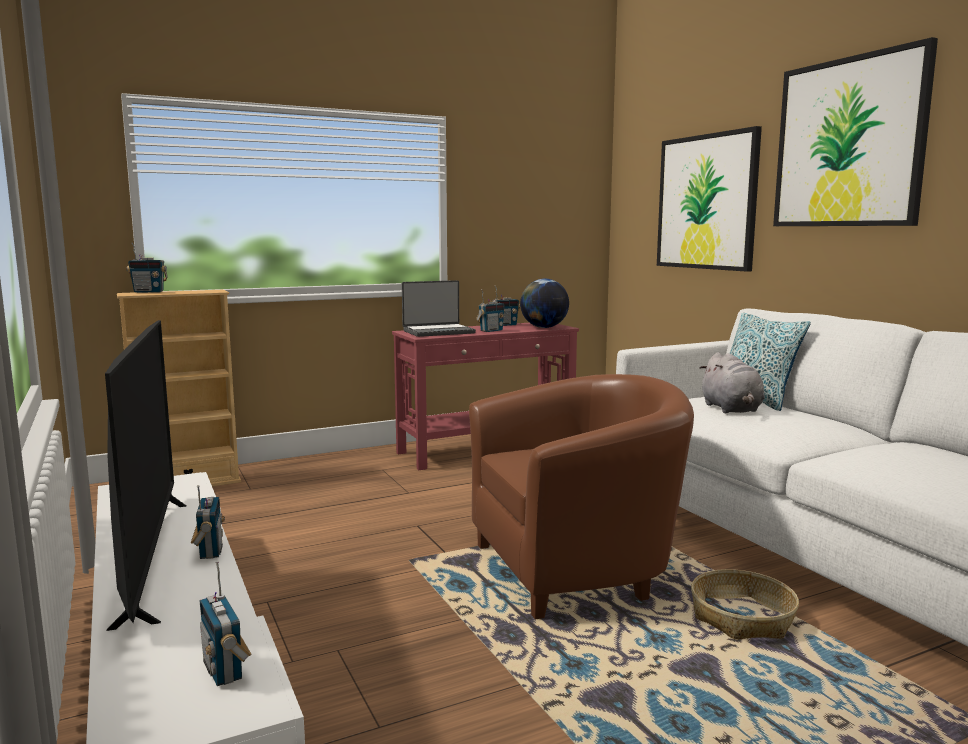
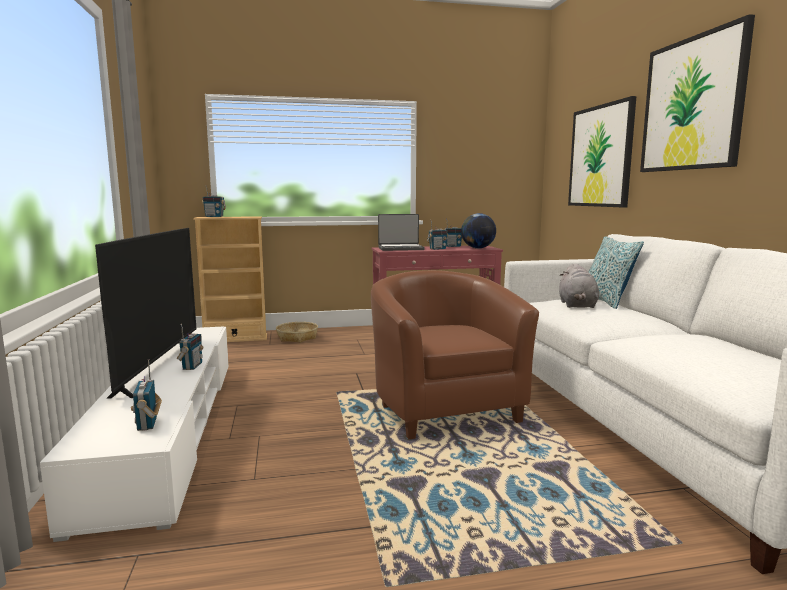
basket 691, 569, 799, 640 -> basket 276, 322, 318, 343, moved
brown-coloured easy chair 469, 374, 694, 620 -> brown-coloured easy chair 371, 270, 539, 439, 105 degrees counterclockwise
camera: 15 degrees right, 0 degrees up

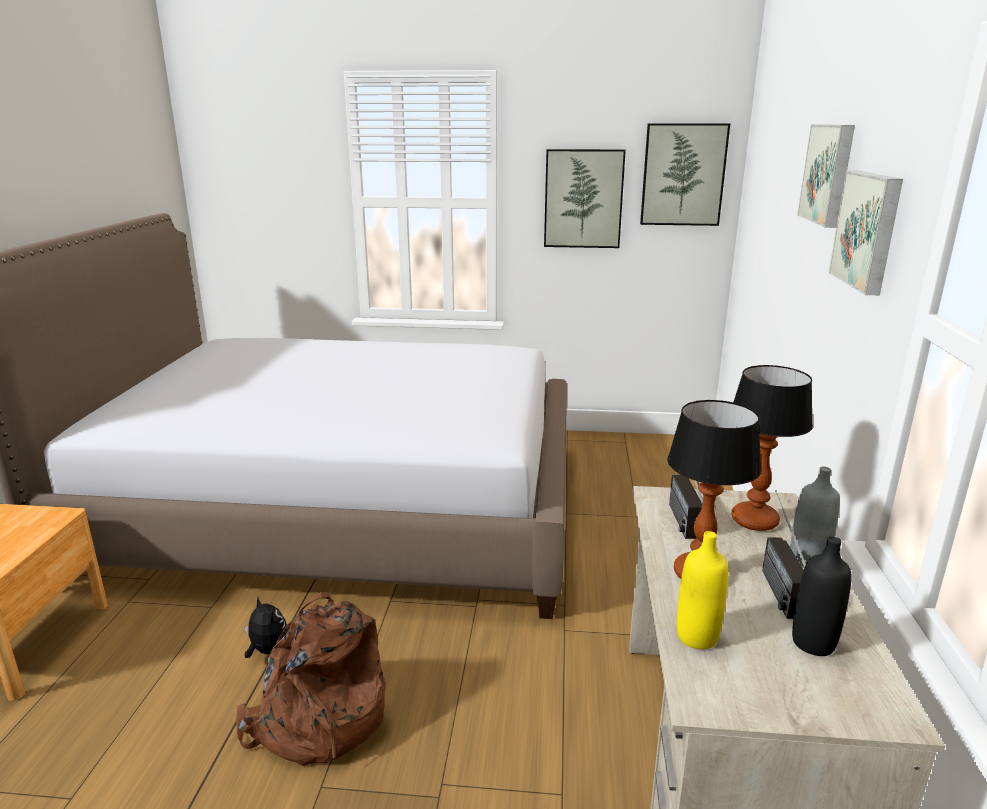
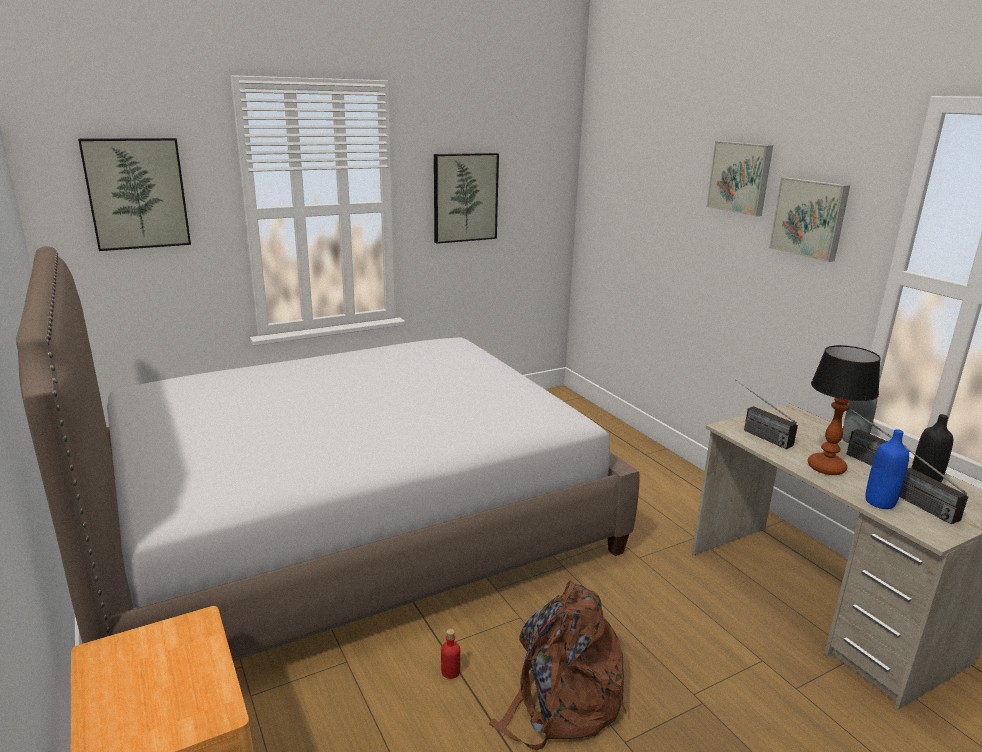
wall art 640, 123, 730, 226 -> wall art 78, 138, 191, 251, moved
soft toy 245, 596, 287, 658 -> reddish drink bottle 441, 629, 460, 679
yellow drink bottle 677, 531, 728, 649 -> blue drink bottle 865, 429, 909, 509
none -> radio receiver 888, 434, 968, 524
tabletop lamp 731, 365, 813, 531 -> none
camera: 35 degrees left, 0 degrees up

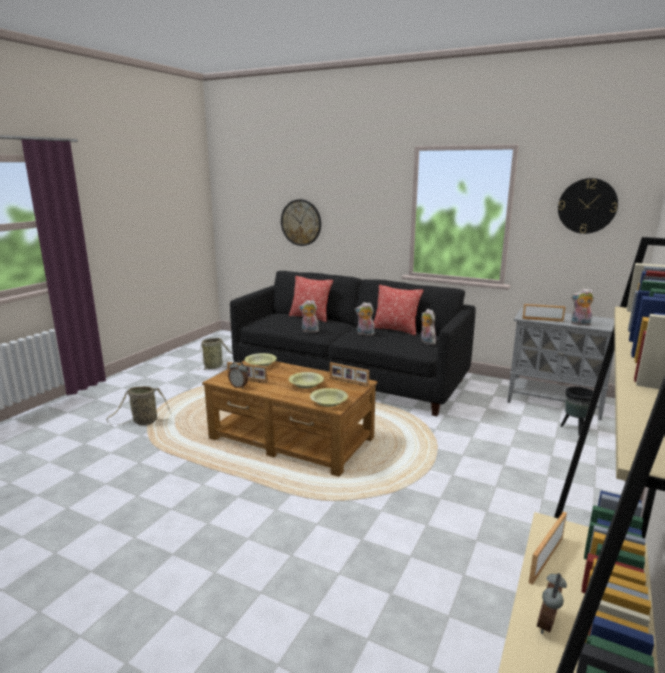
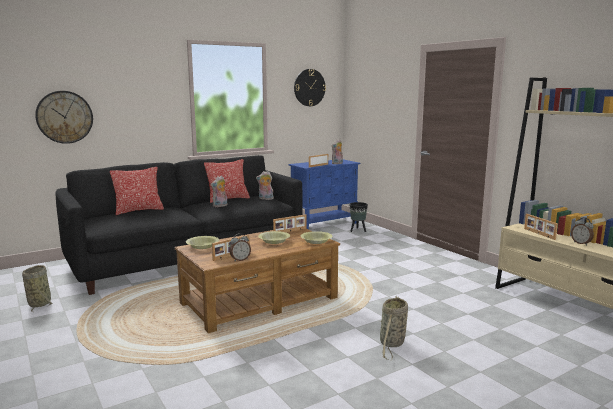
greyish storage cabinet 507, 308, 615, 421 -> blue storage cabinet 288, 159, 360, 230
basket 106, 386, 171, 425 -> basket 379, 296, 408, 360, moved
soft toy 299, 300, 319, 332 -> none
camera: 60 degrees left, 5 degrees down

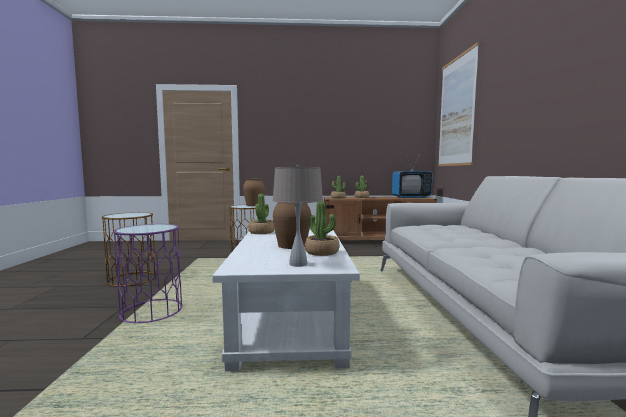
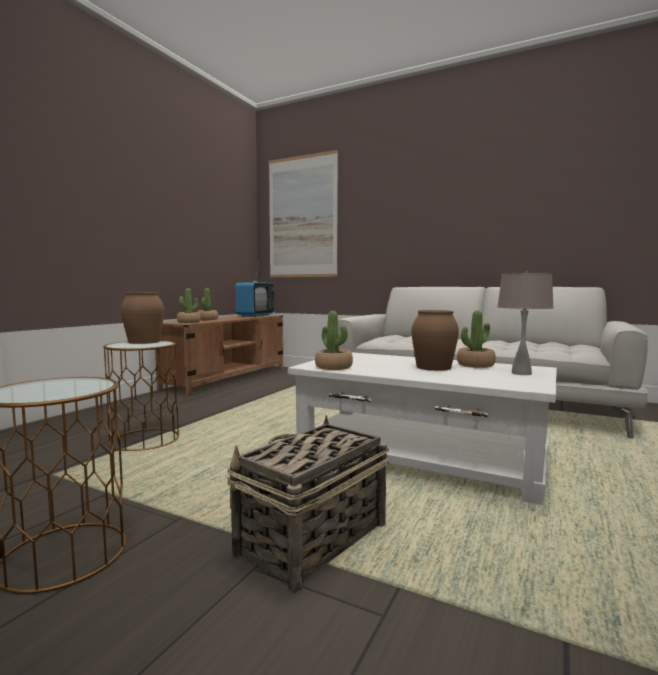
purple side table 113, 224, 182, 323 -> basket 227, 415, 389, 592
camera: 60 degrees left, 0 degrees up

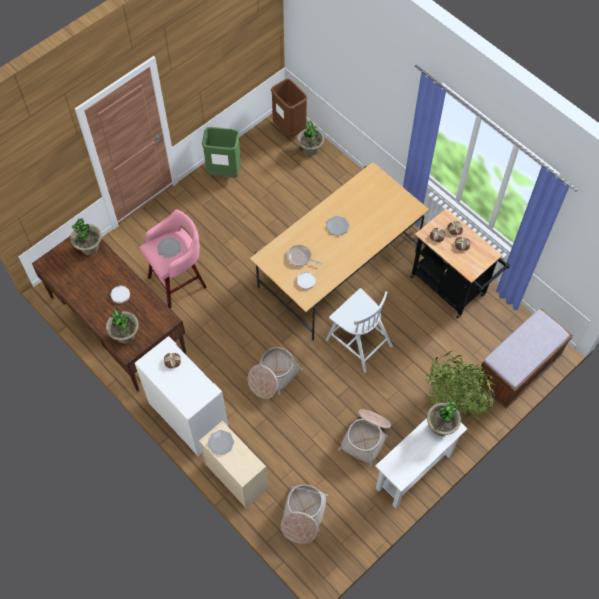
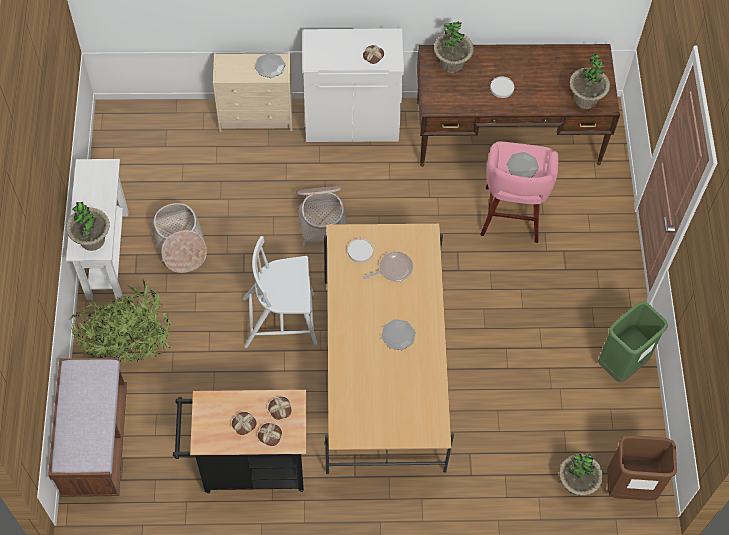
basket 281, 484, 328, 544 -> none
camera: 130 degrees right, 0 degrees up

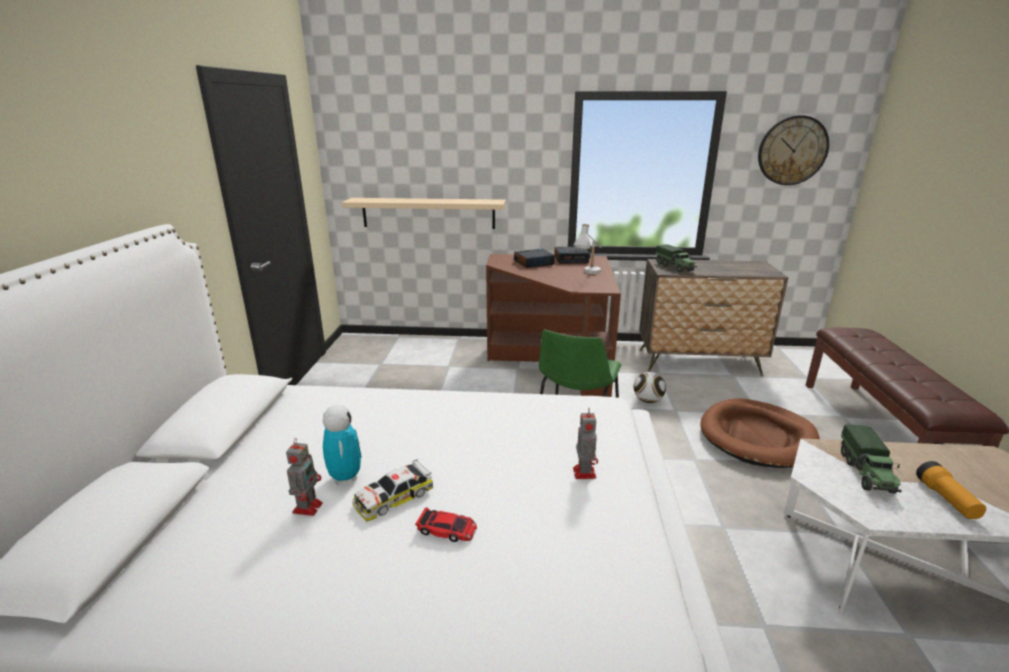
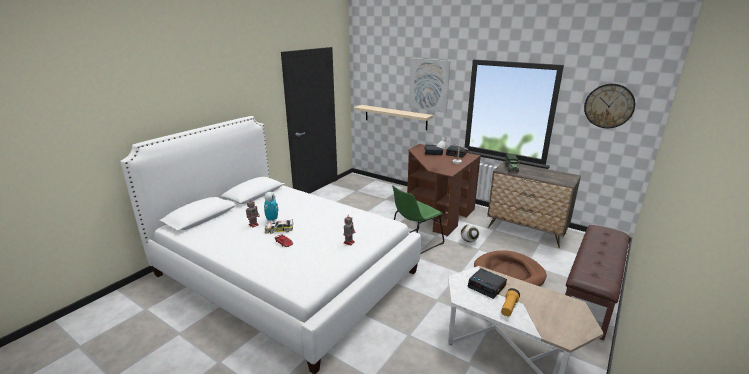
none -> wall art 409, 58, 450, 113
toy truck 841, 424, 902, 493 -> table clock 467, 268, 507, 299
camera: 30 degrees right, 0 degrees up

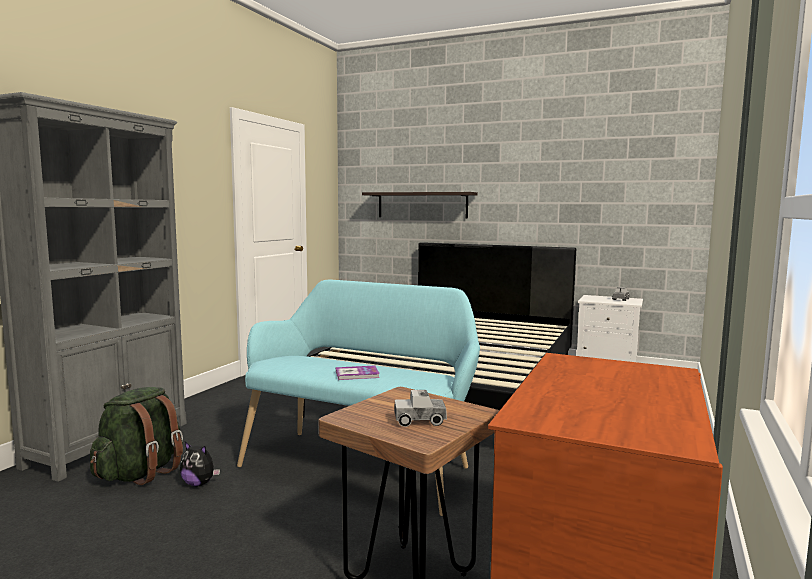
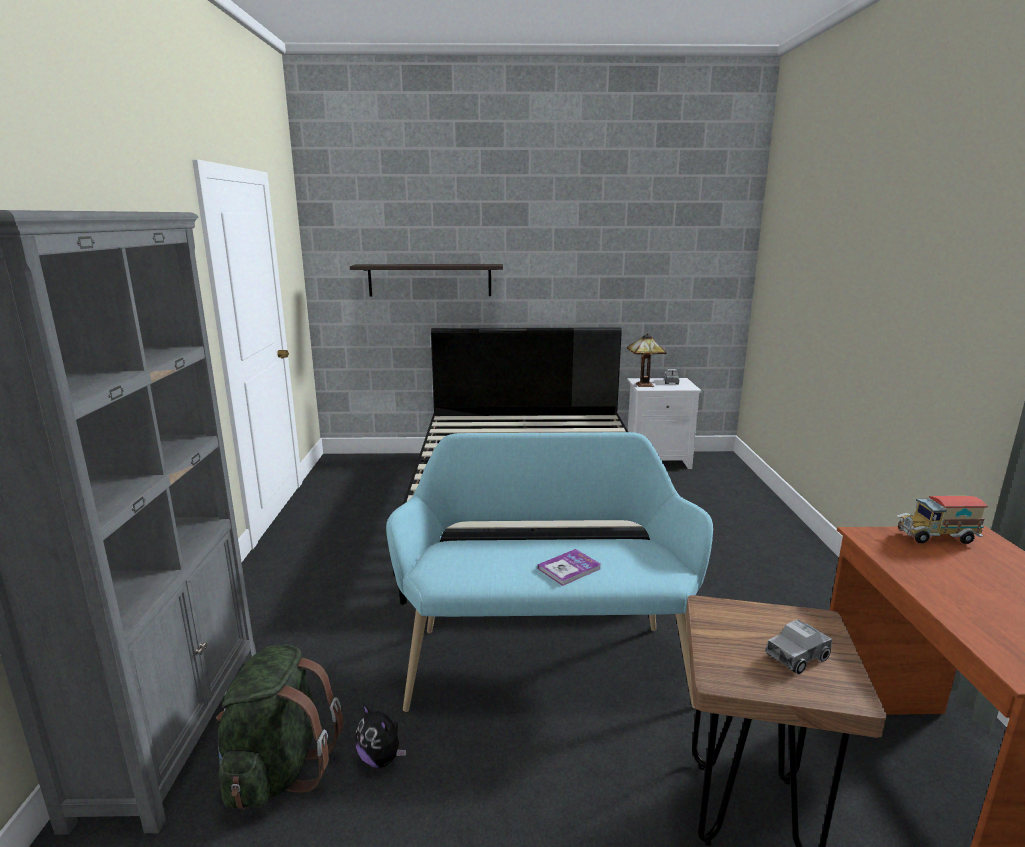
soft toy 180, 442, 220, 487 -> soft toy 355, 704, 406, 768, 45 degrees clockwise
none -> tabletop lamp 627, 333, 667, 387
none -> toy truck 897, 496, 988, 544
camera: 25 degrees left, 10 degrees up

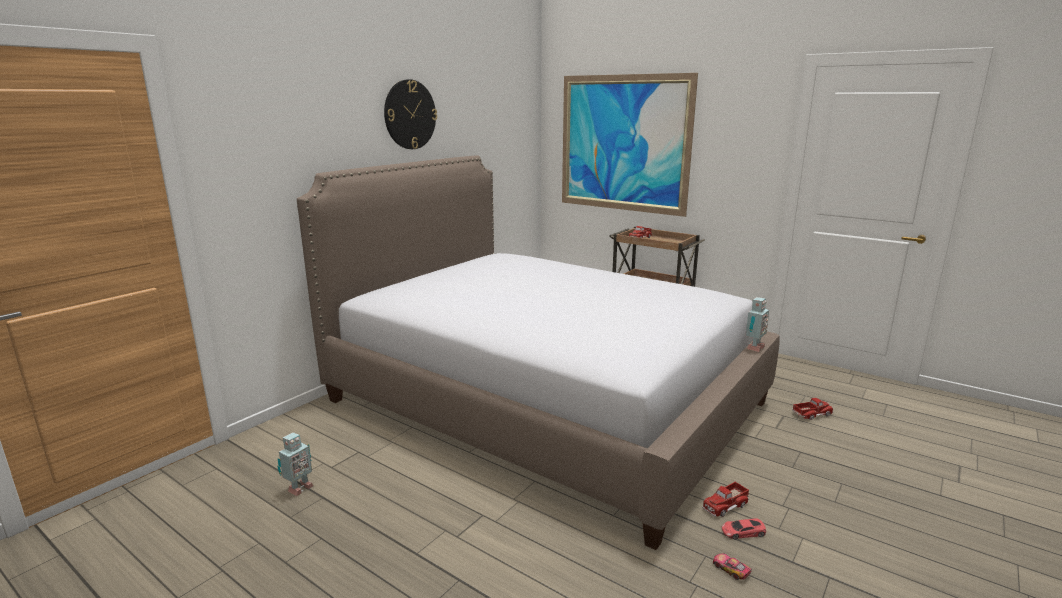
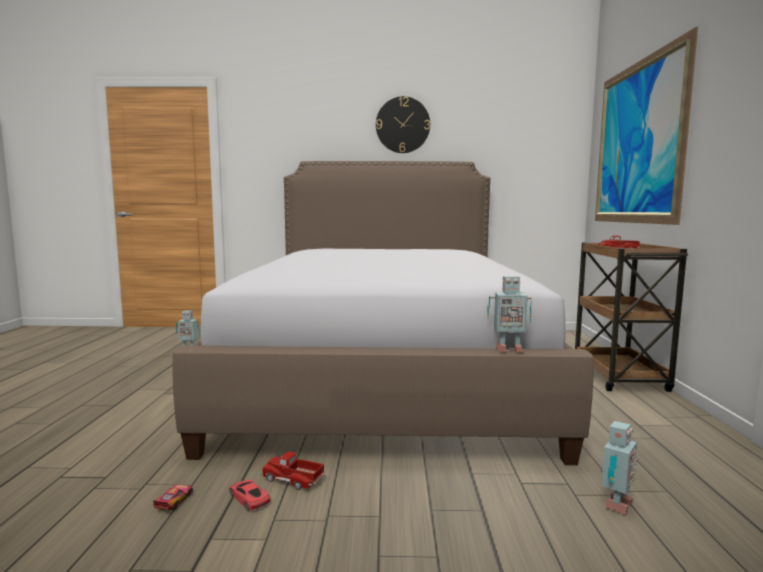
toy truck 792, 398, 833, 420 -> toy robot 601, 421, 637, 515
camera: 55 degrees right, 10 degrees down

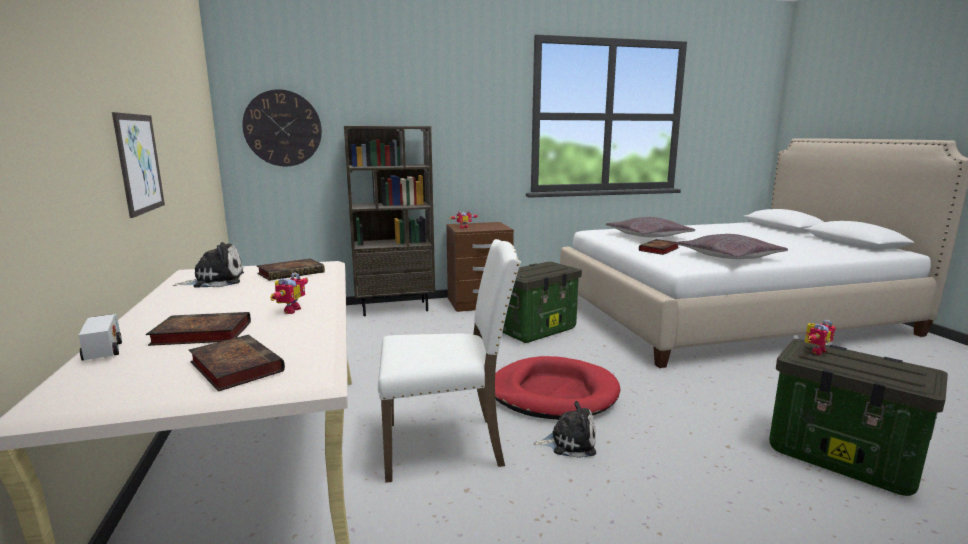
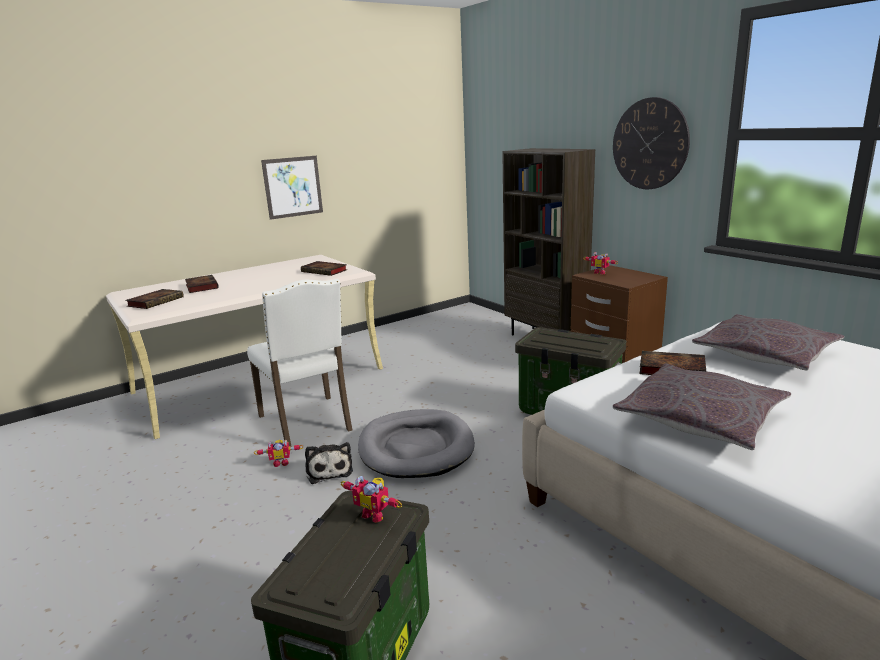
toy robot 270, 273, 308, 314 -> toy robot 254, 439, 303, 467, moved
reddish pet bed 495, 356, 621, 420 -> greyish pet bed 358, 409, 475, 478
hanging clock 242, 89, 322, 166 -> hanging clock 613, 97, 690, 189, moved
toy truck 79, 314, 122, 361 -> none
soft toy 173, 242, 244, 287 -> none
camera: 70 degrees right, 5 degrees up

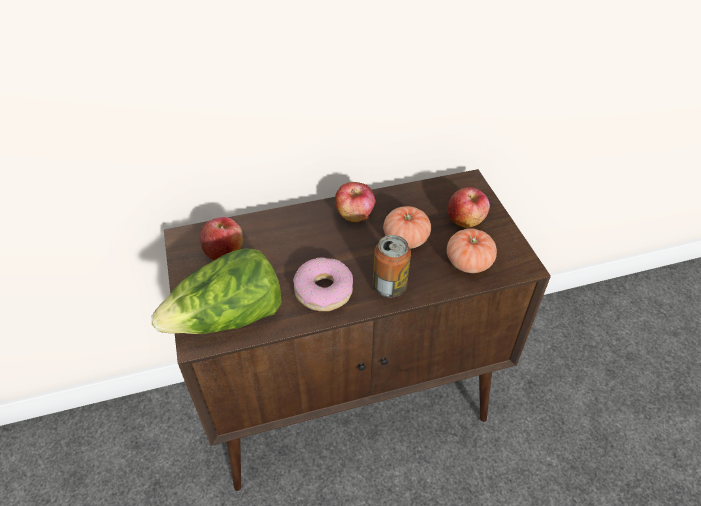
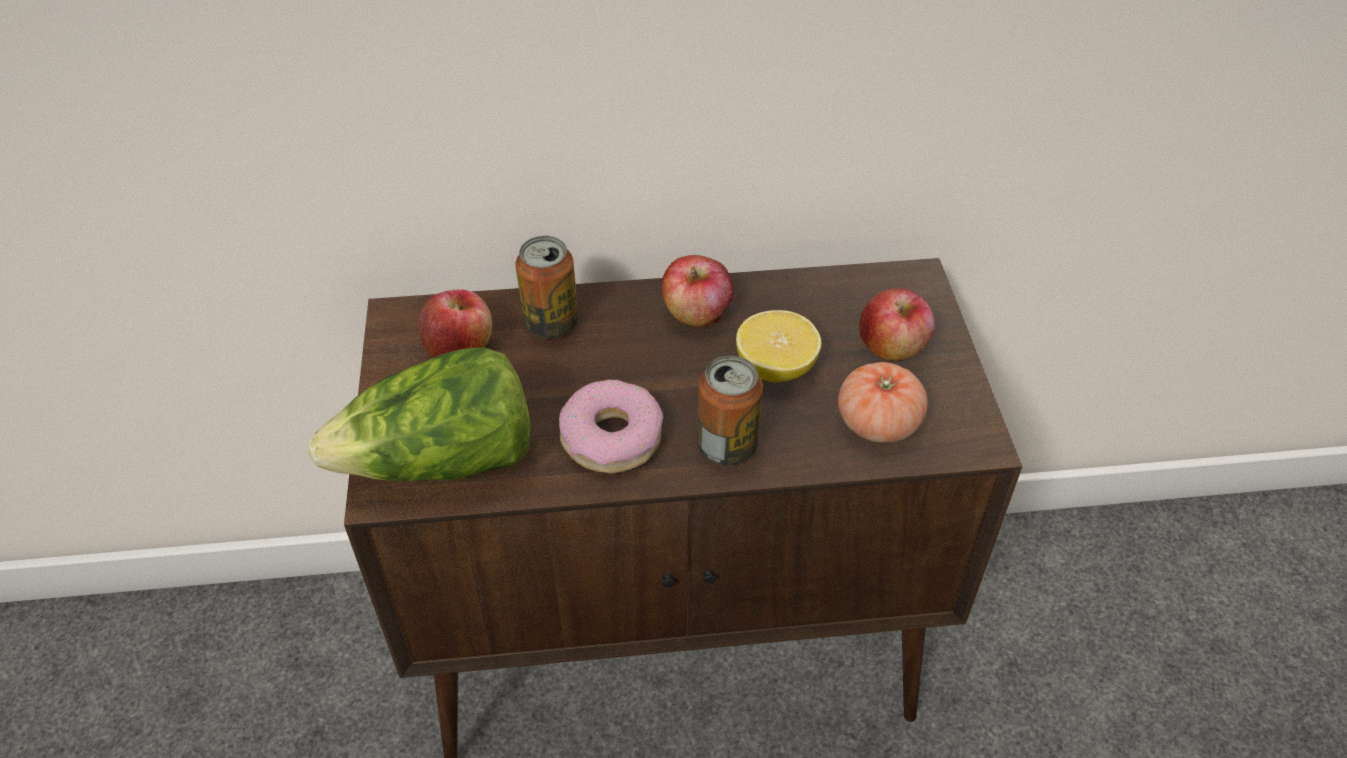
none -> metal can 515, 236, 579, 338
tomato 383, 206, 431, 249 -> lemon 736, 310, 821, 383
camera: 10 degrees right, 0 degrees up

